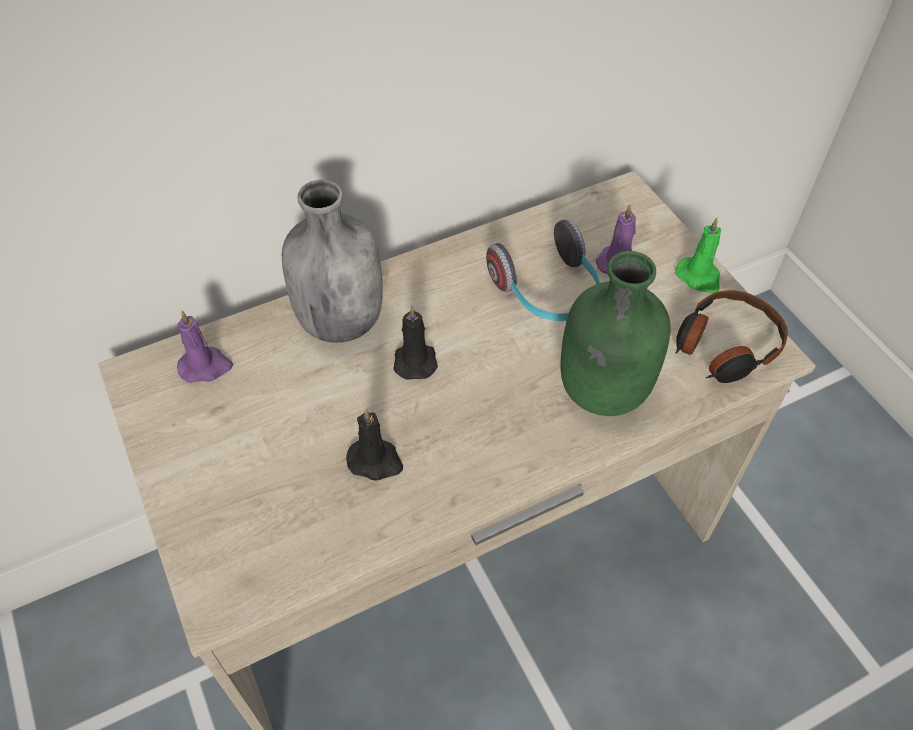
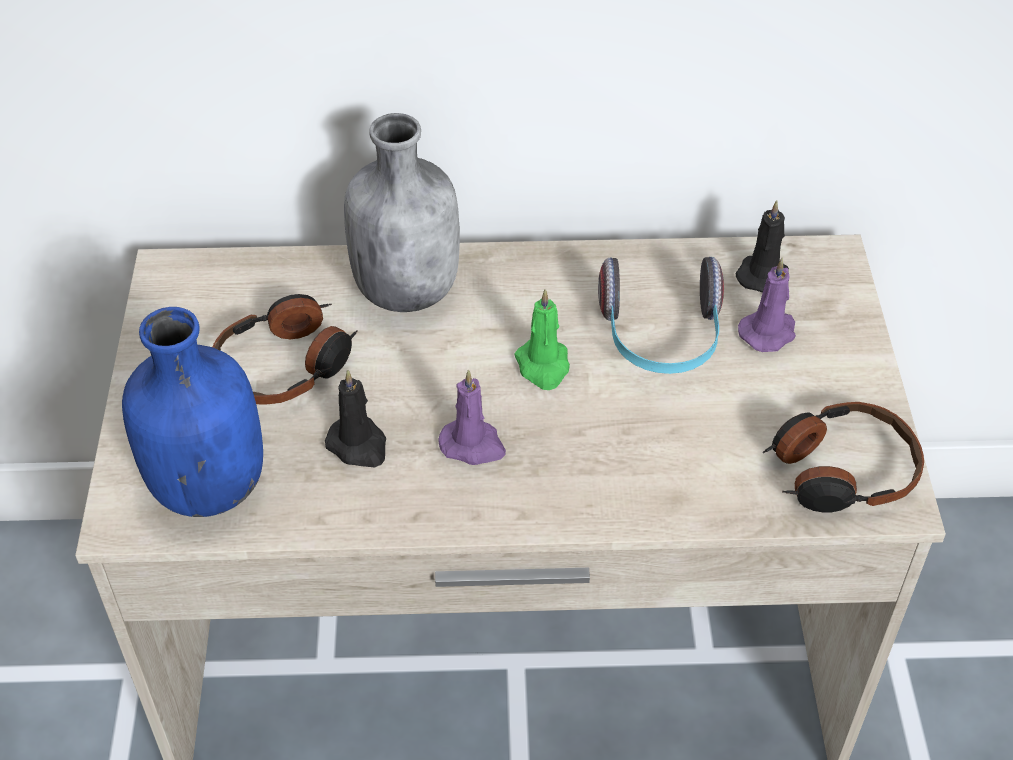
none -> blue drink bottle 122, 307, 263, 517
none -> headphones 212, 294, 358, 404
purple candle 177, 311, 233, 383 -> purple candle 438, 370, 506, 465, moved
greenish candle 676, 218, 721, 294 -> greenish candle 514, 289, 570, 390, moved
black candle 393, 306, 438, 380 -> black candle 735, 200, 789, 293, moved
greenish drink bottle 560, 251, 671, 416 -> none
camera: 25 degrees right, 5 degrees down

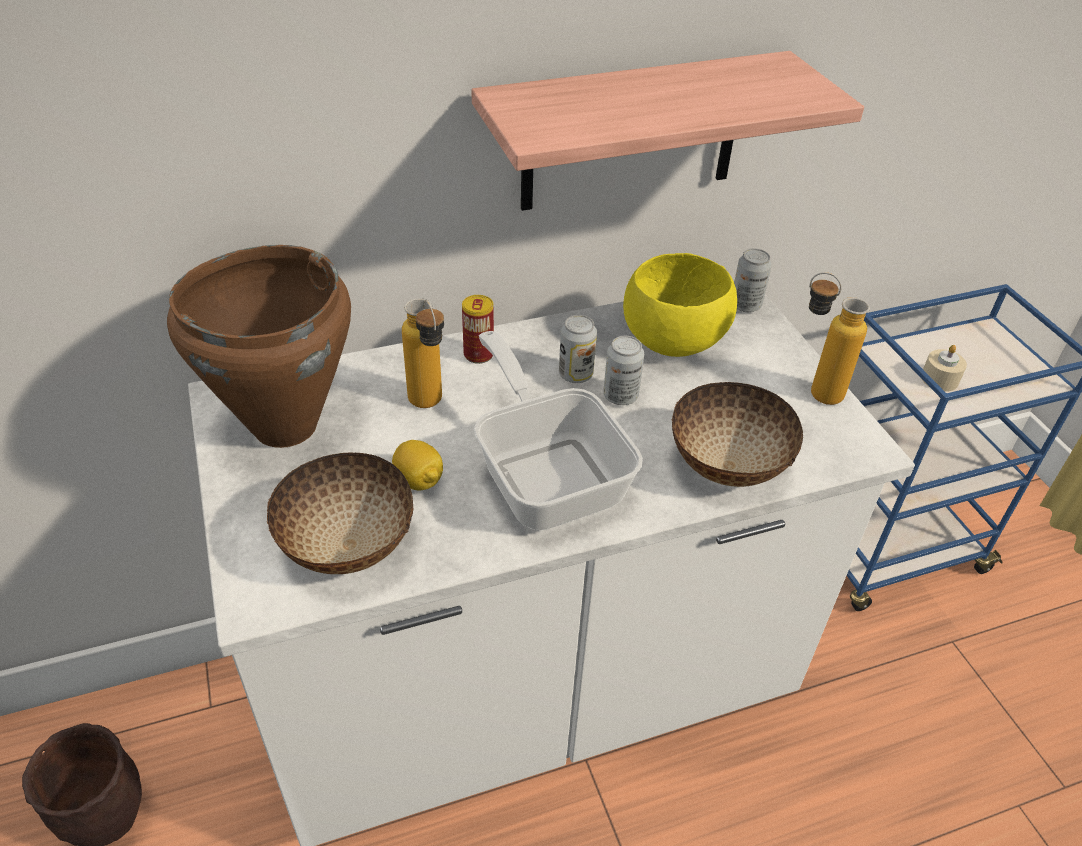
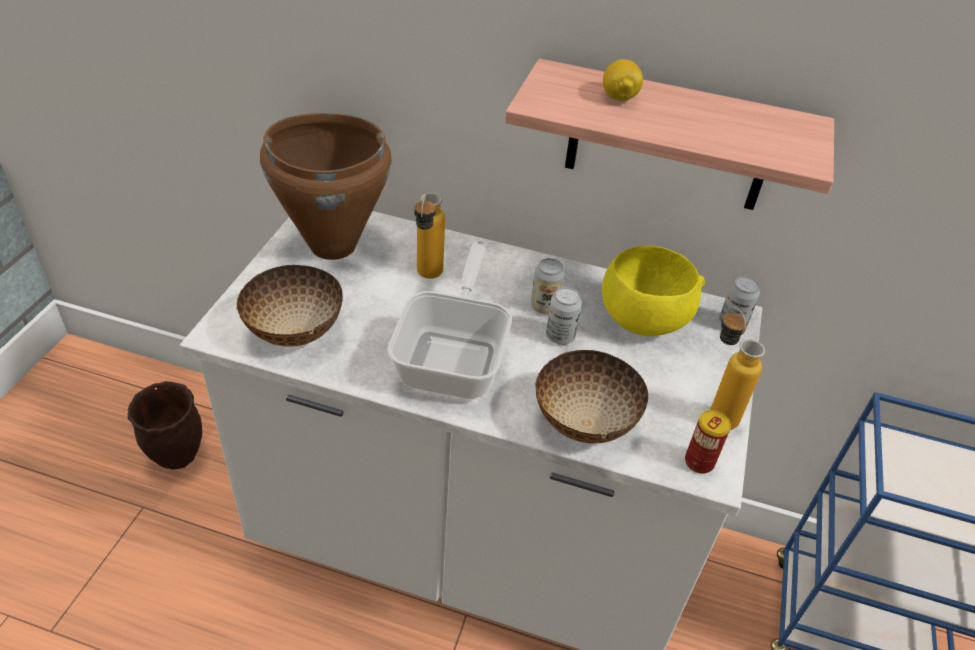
lemon 392, 440, 443, 491 -> lemon 603, 59, 643, 101, moved
metal can 462, 295, 494, 364 -> metal can 685, 410, 731, 474, moved
beige-coloured candle 922, 345, 967, 392 -> none
camera: 35 degrees right, 0 degrees up

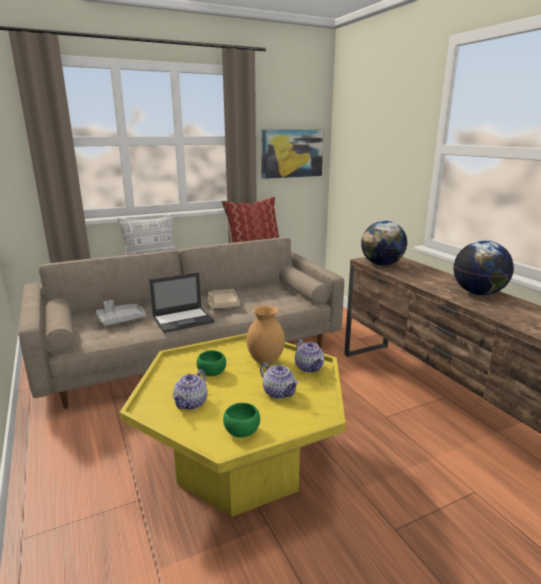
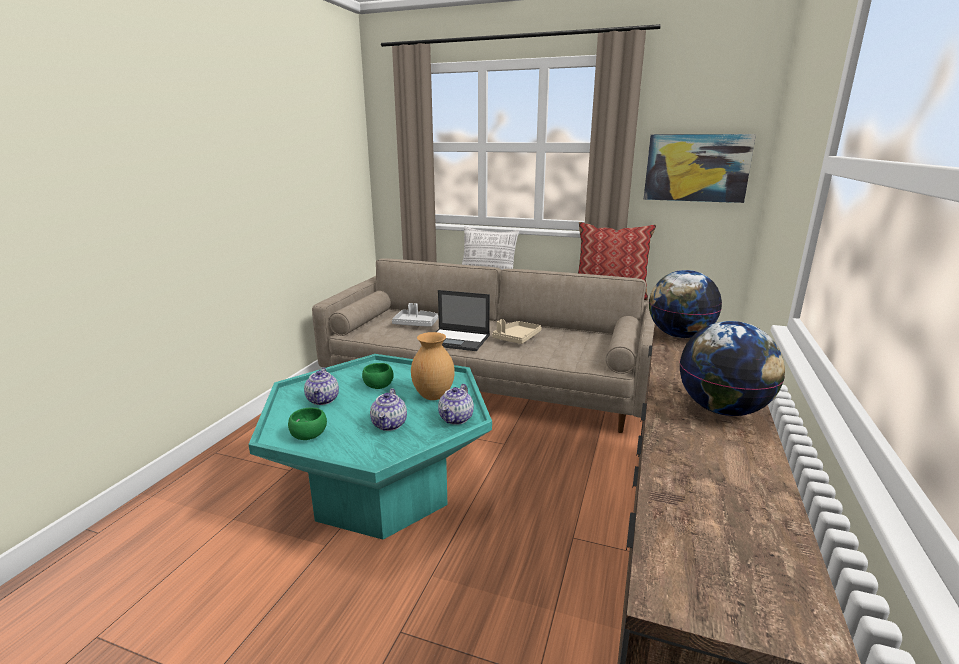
yellow low table 120, 333, 346, 517 -> blue-green low table 248, 354, 492, 540
teapot 172, 369, 208, 410 -> teapot 304, 367, 339, 405, 75 degrees counterclockwise
camera: 45 degrees right, 0 degrees up

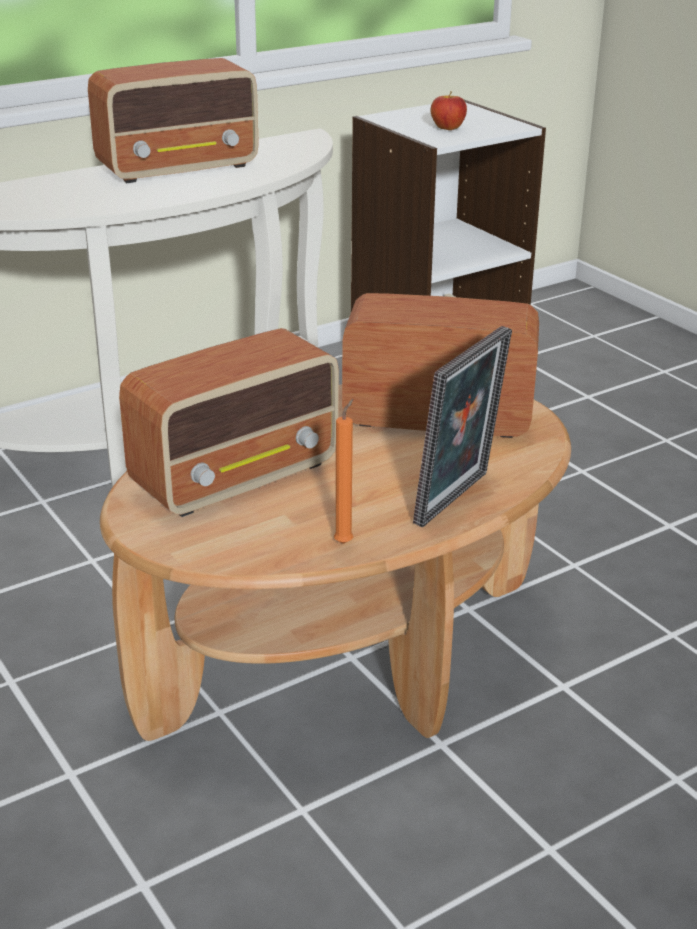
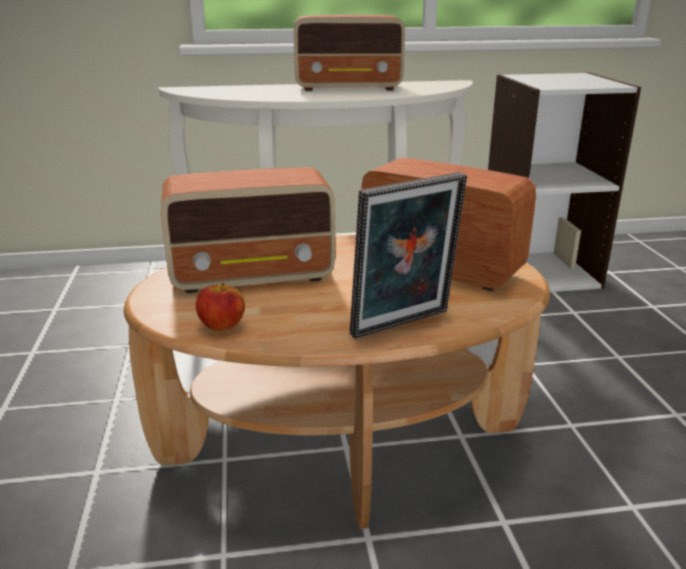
whole apple 430, 91, 467, 130 -> whole apple 196, 282, 245, 331, moved
orange-coloured candle 334, 399, 353, 544 -> none
camera: 25 degrees right, 5 degrees down

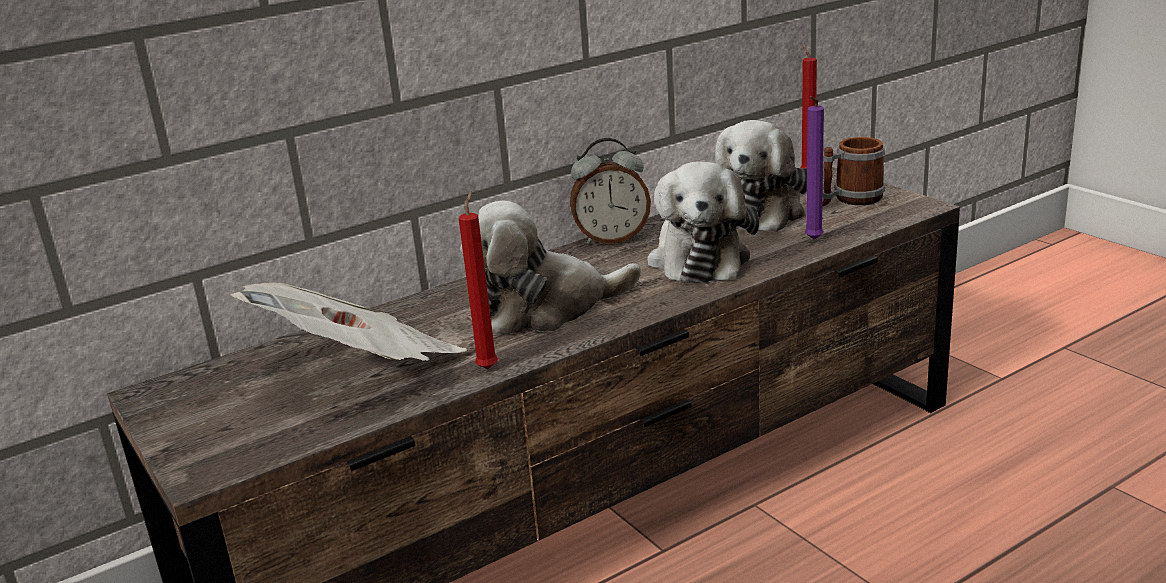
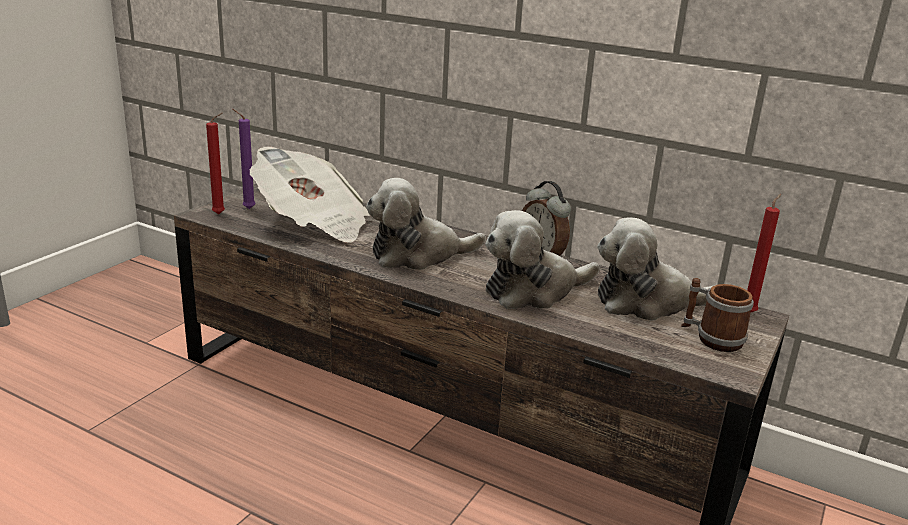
reddish candle 459, 191, 498, 369 -> reddish candle 206, 113, 225, 214, moved
purple candle 804, 96, 824, 239 -> purple candle 232, 109, 255, 209, moved
soft toy 460, 201, 641, 335 -> soft toy 366, 178, 486, 270, 60 degrees counterclockwise
camera: 60 degrees right, 0 degrees up

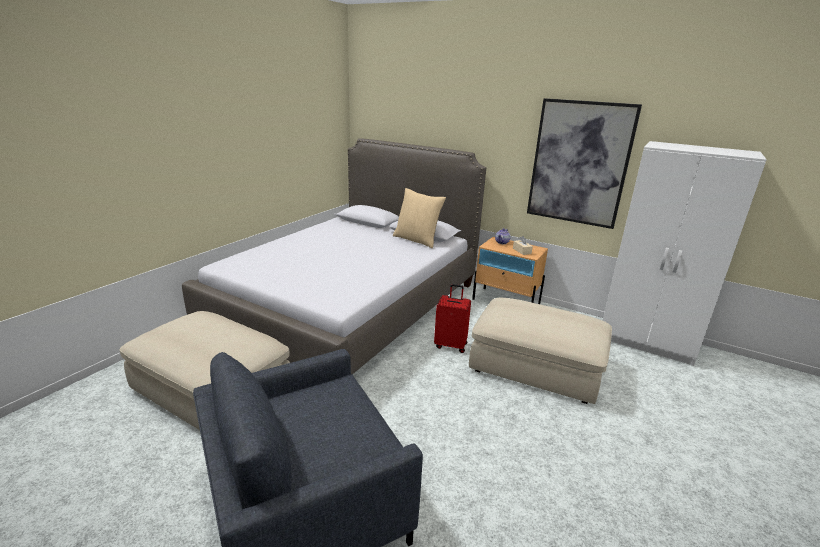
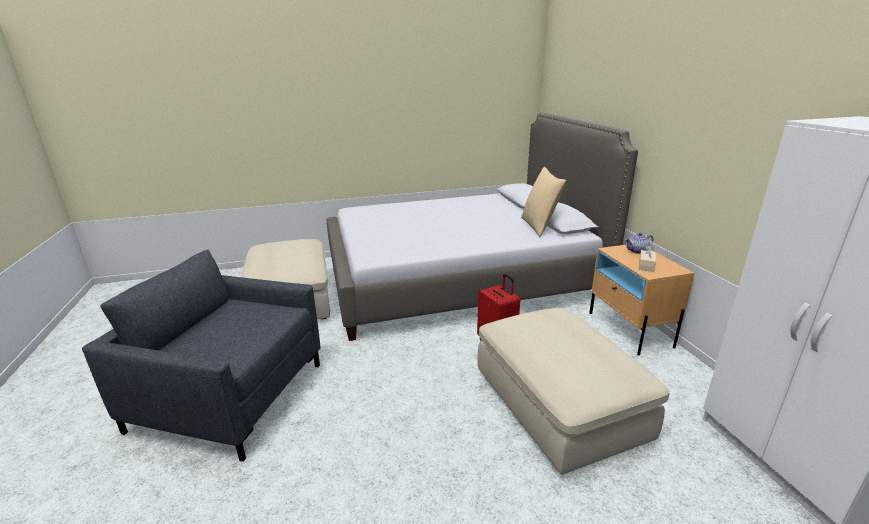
wall art 527, 98, 642, 229 -> none
camera: 45 degrees right, 0 degrees up

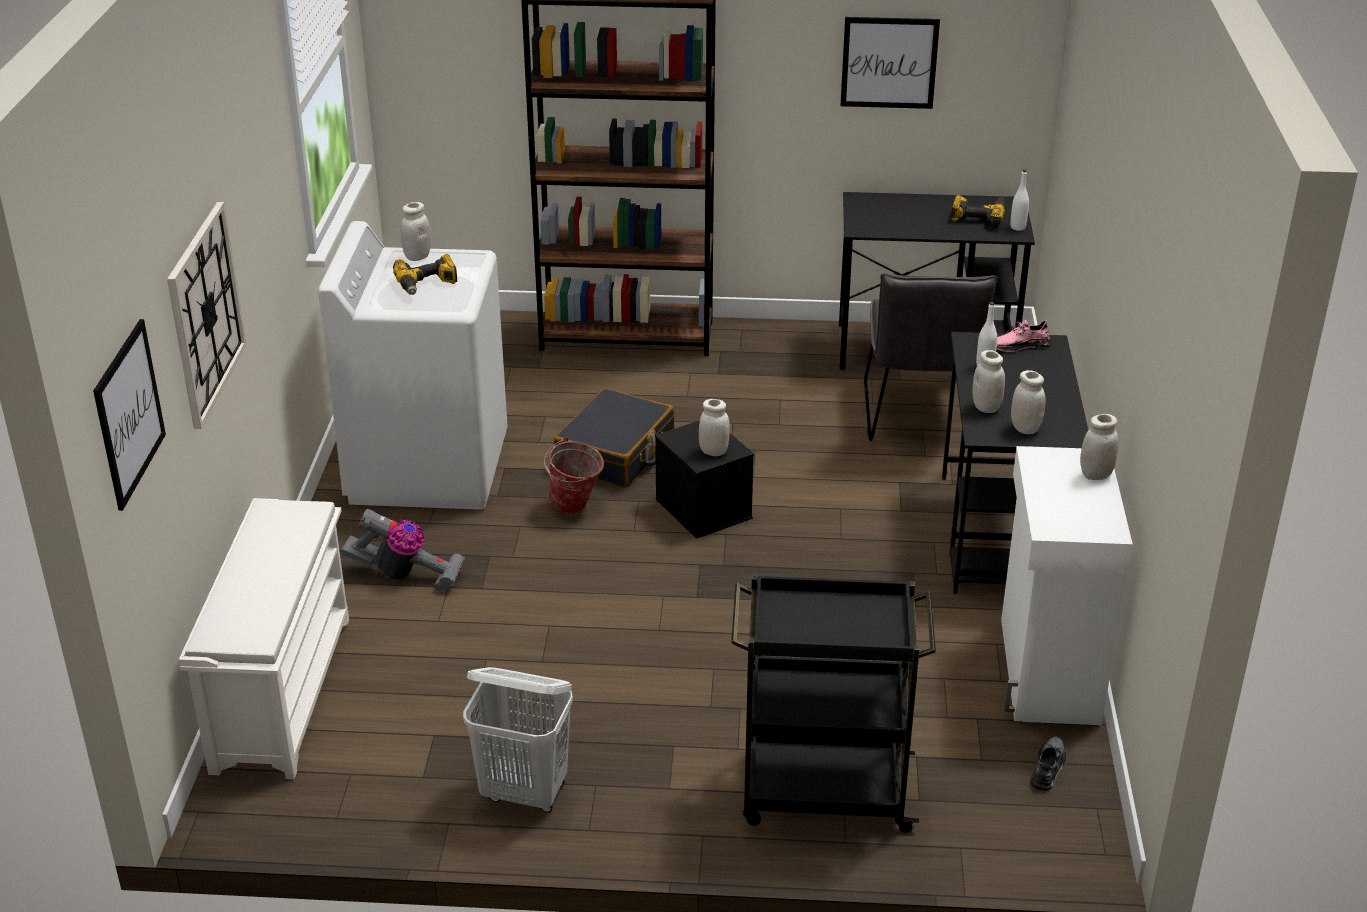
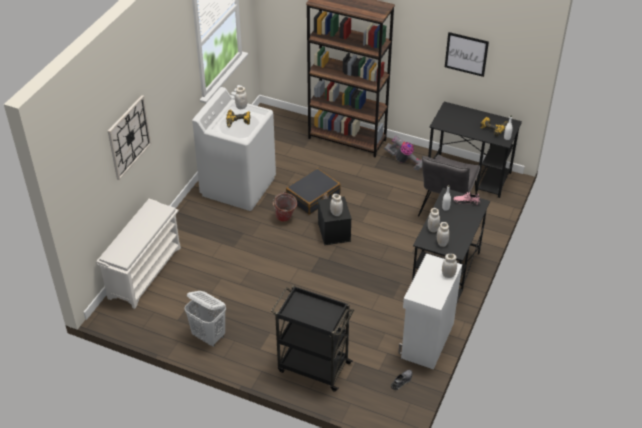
hoover 341, 509, 465, 591 -> hoover 384, 136, 422, 170, moved
wall art 93, 319, 166, 511 -> none
camera: 20 degrees right, 10 degrees up

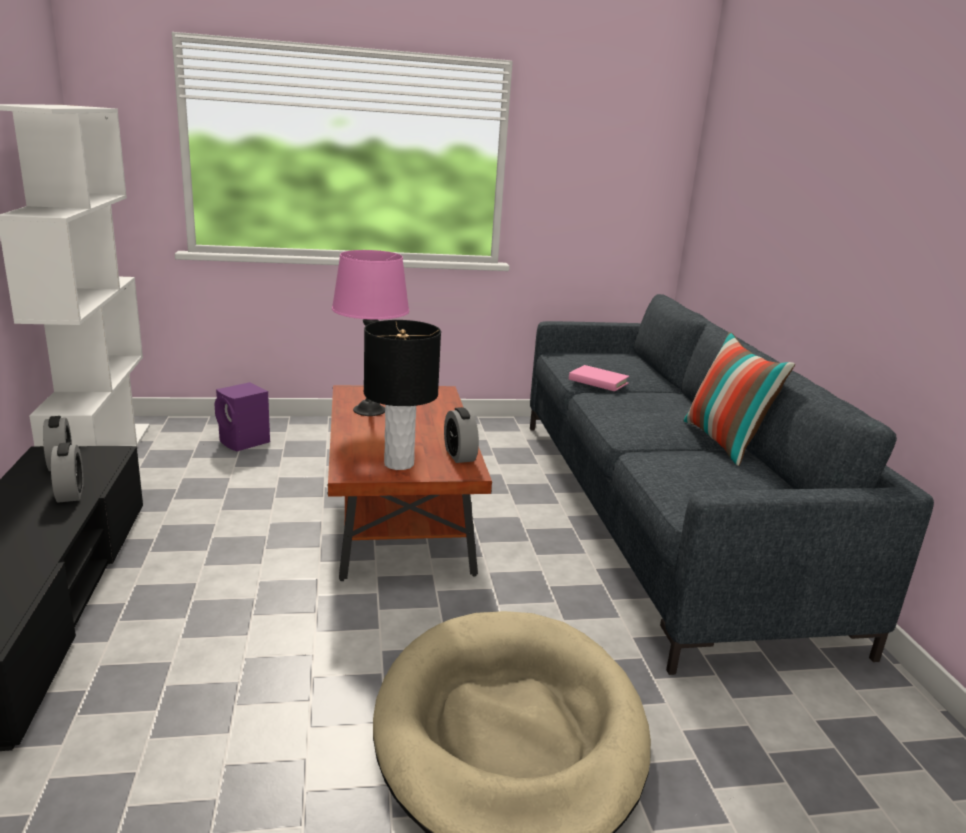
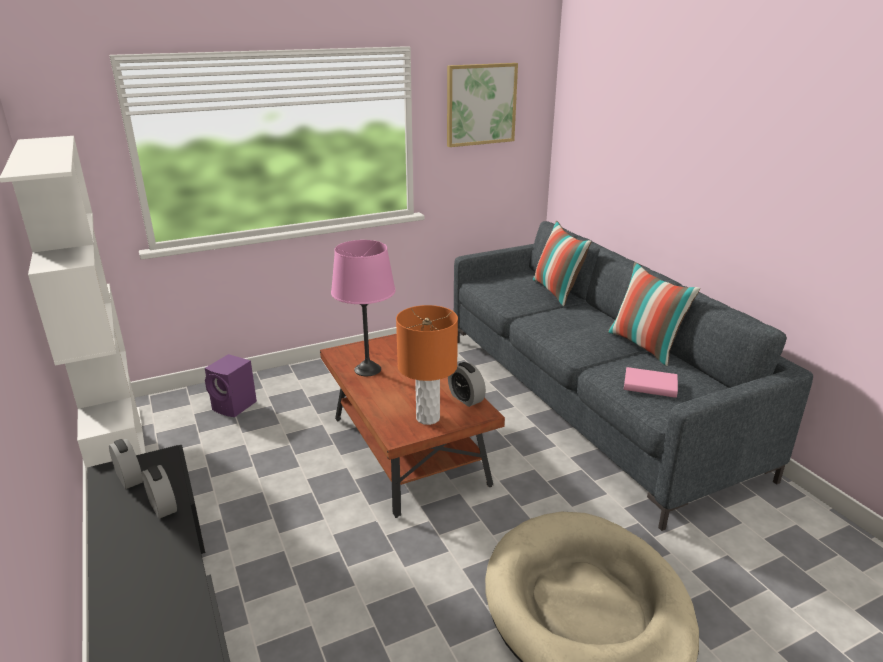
black tabletop lamp 364, 320, 441, 470 -> orange-coloured tabletop lamp 396, 305, 458, 425
none -> wall art 447, 63, 518, 147
none -> pillow 533, 221, 592, 306
pinkish book 569, 365, 629, 391 -> pinkish book 624, 367, 678, 398, moved
camera: 15 degrees left, 5 degrees up

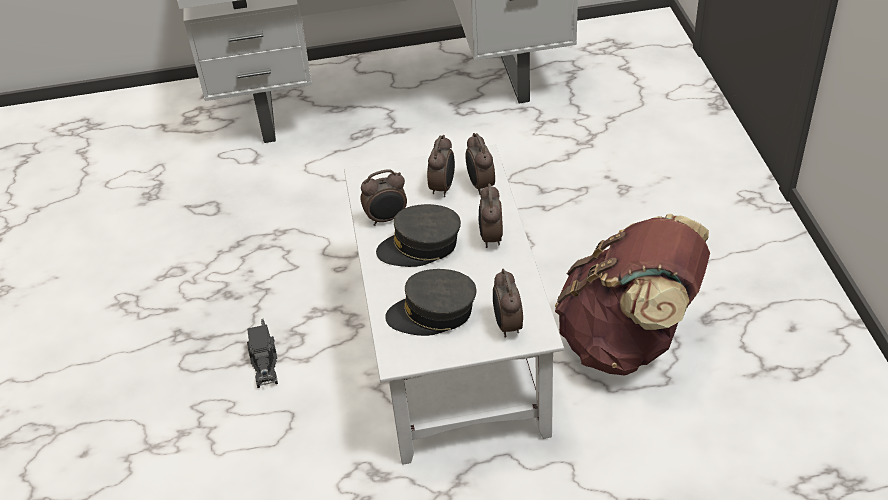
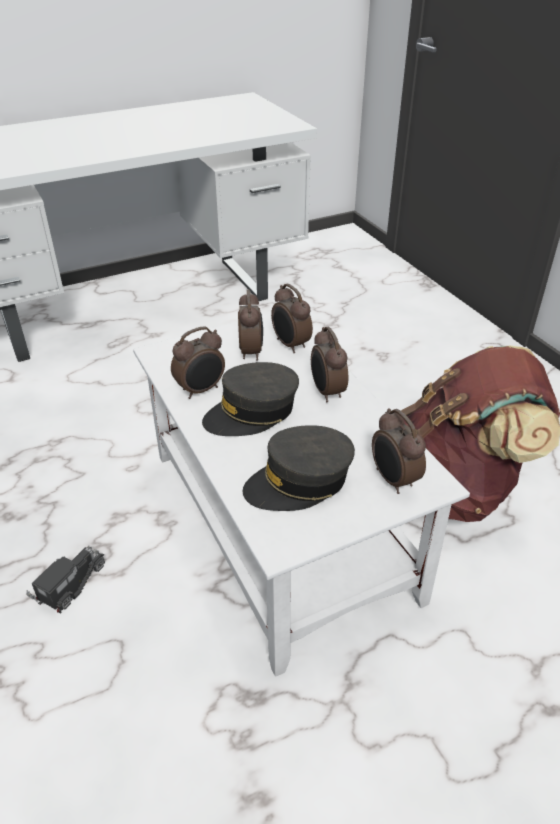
toy truck 247, 319, 278, 388 -> toy truck 26, 545, 105, 614, 120 degrees counterclockwise
camera: 20 degrees left, 5 degrees down

